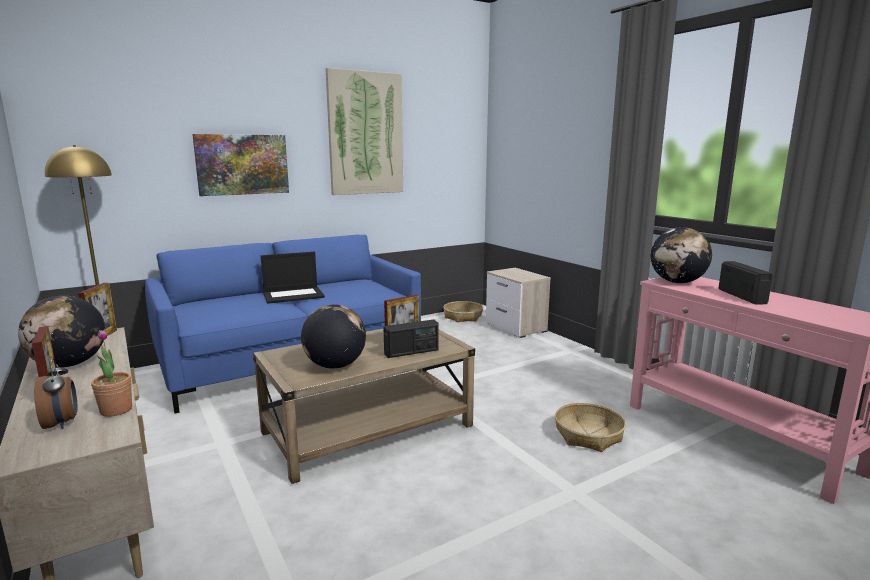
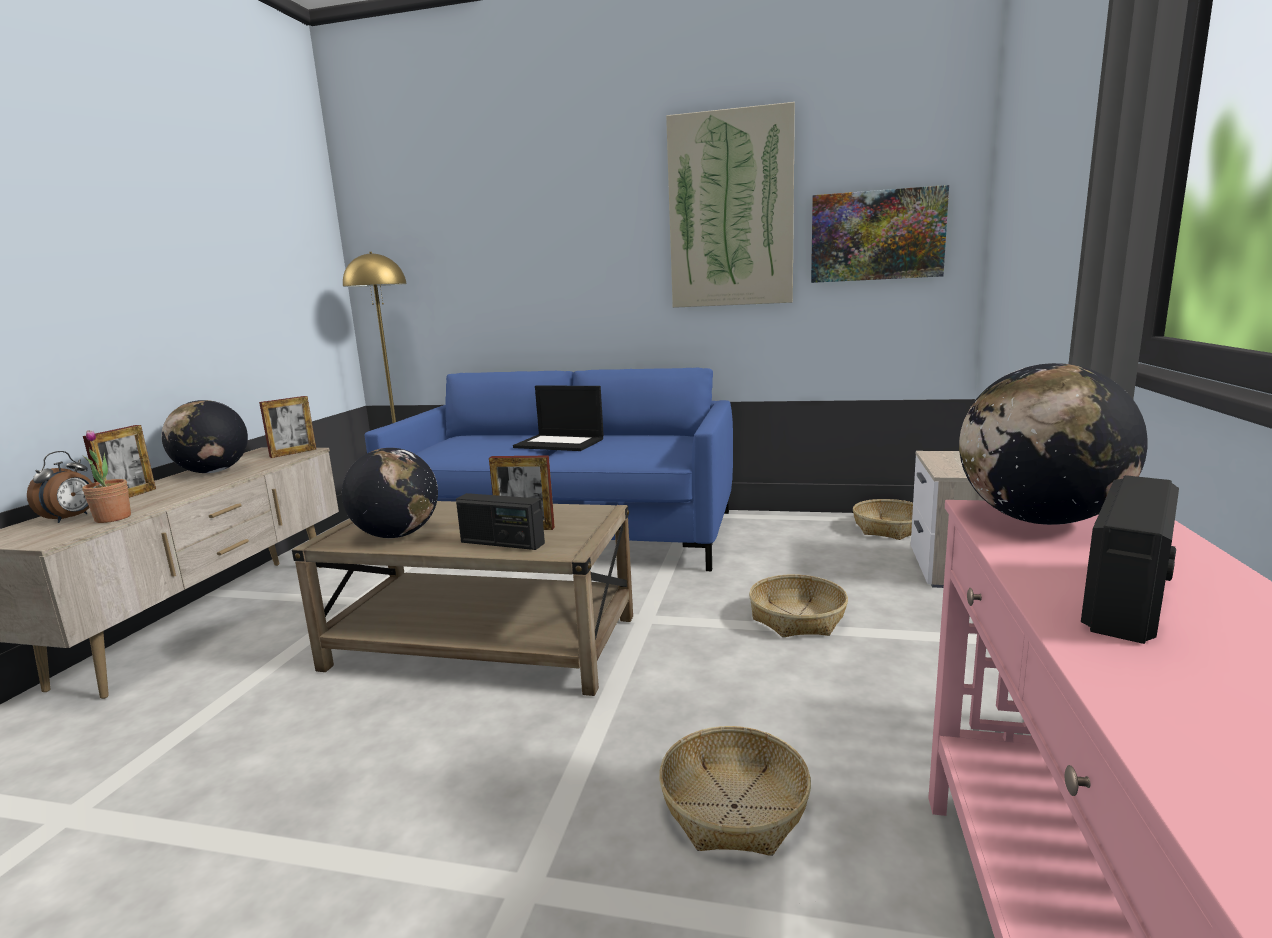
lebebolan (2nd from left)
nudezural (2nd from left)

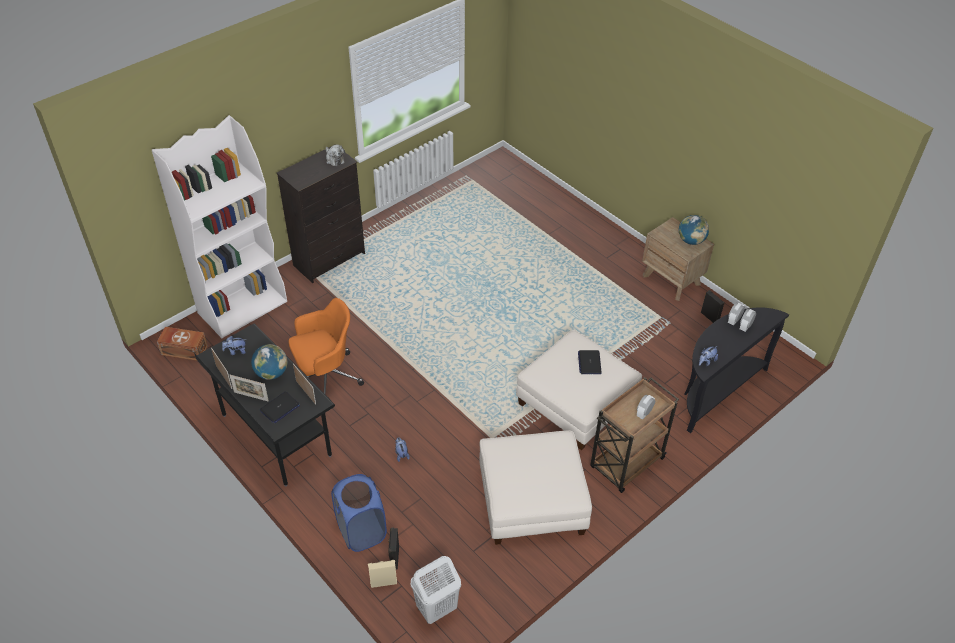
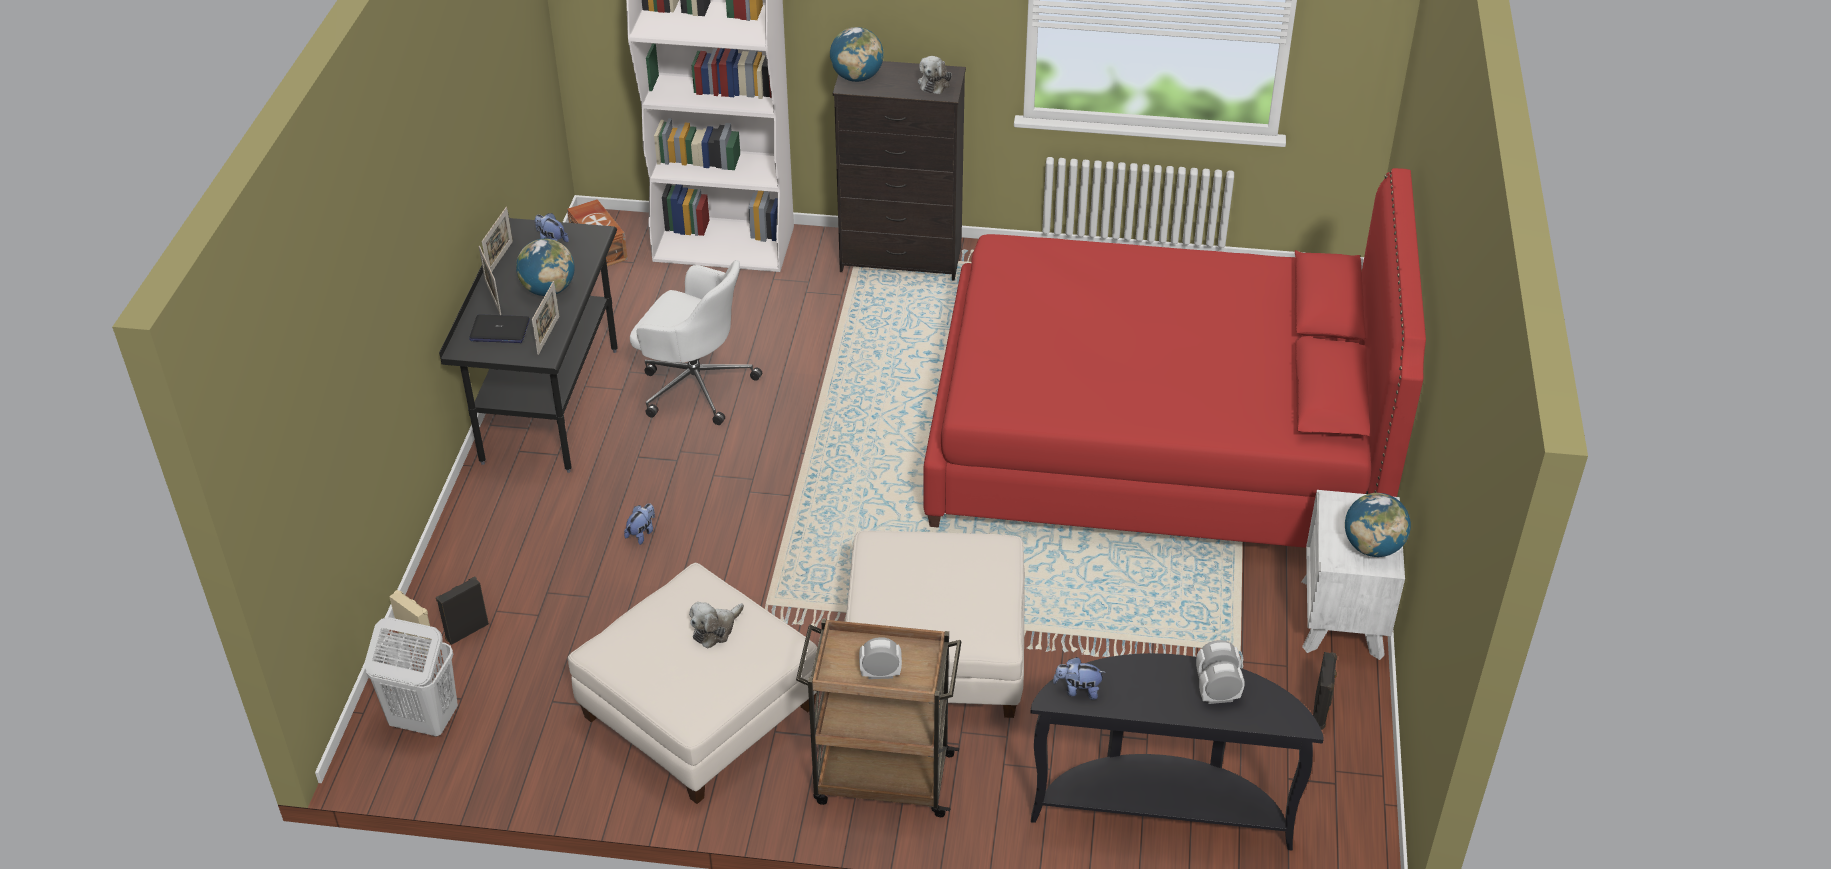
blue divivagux
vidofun (2nd from left in the first image)
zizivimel (3rd from left)
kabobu (2nd from left)
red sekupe
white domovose
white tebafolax

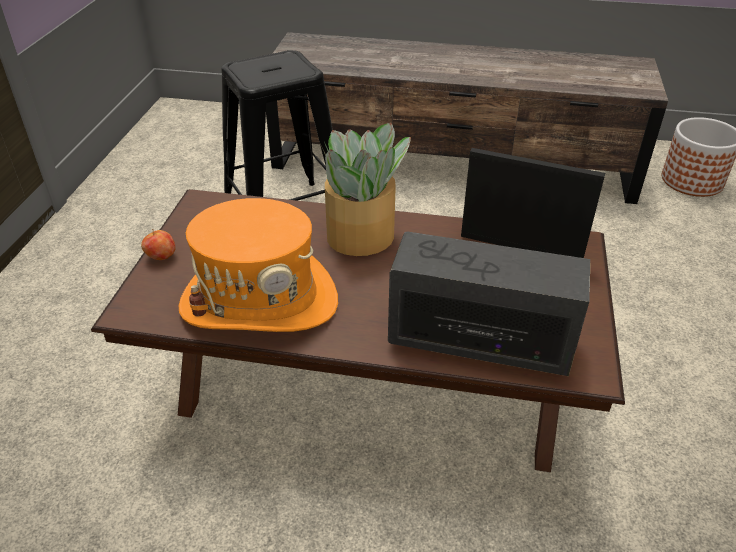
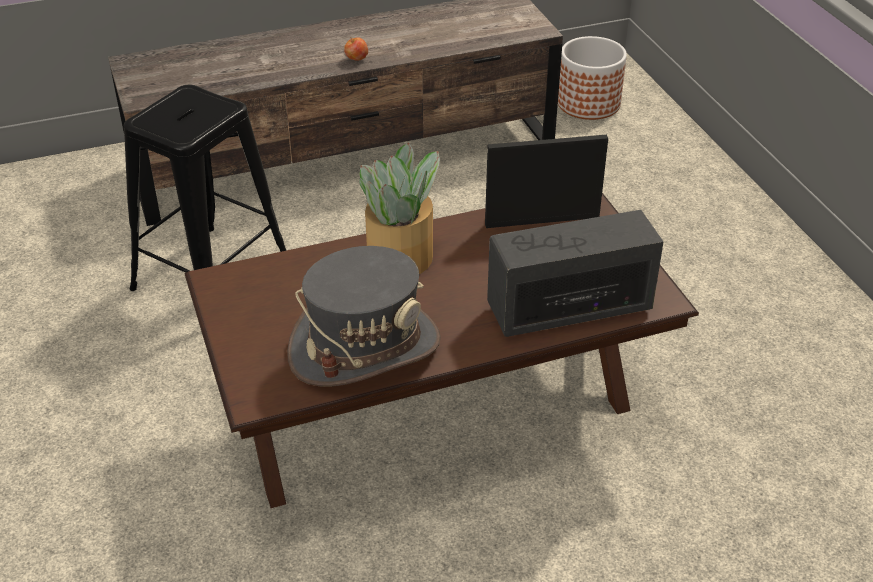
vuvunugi
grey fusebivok

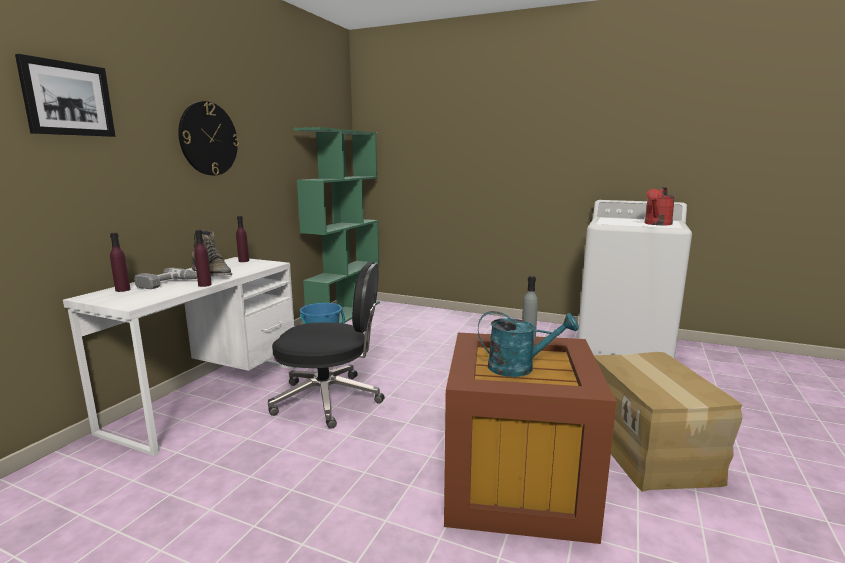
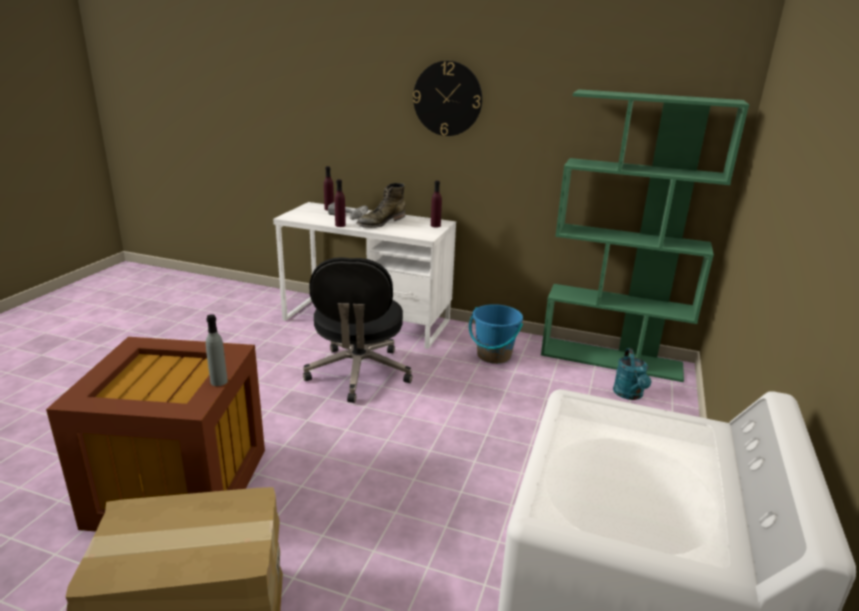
nudezural
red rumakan
turquoise rumakan

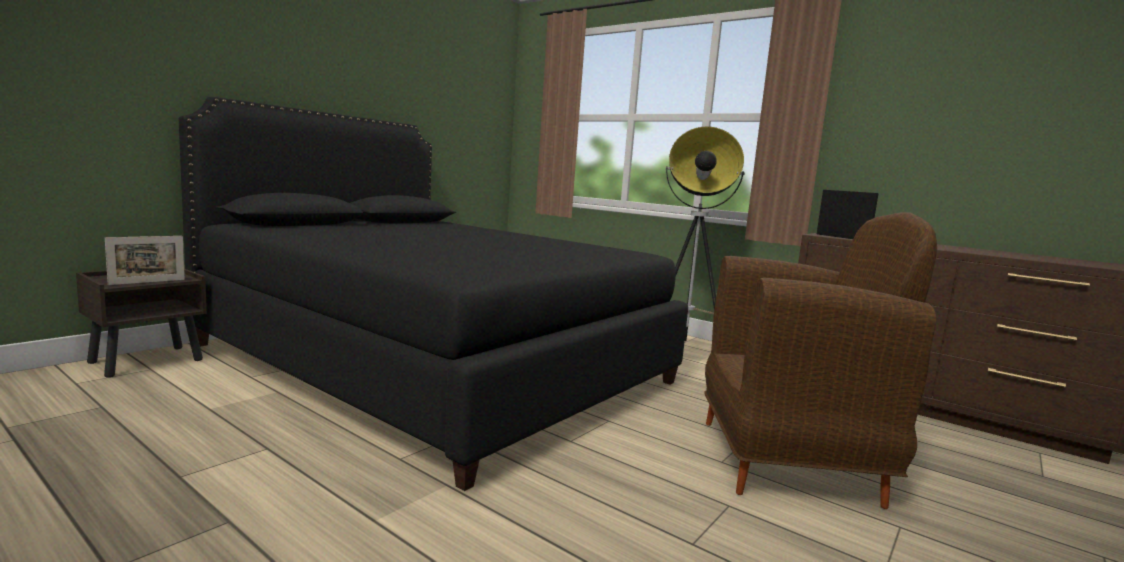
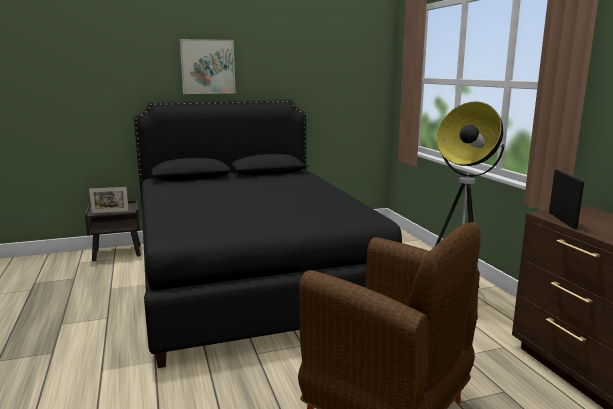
nudezural

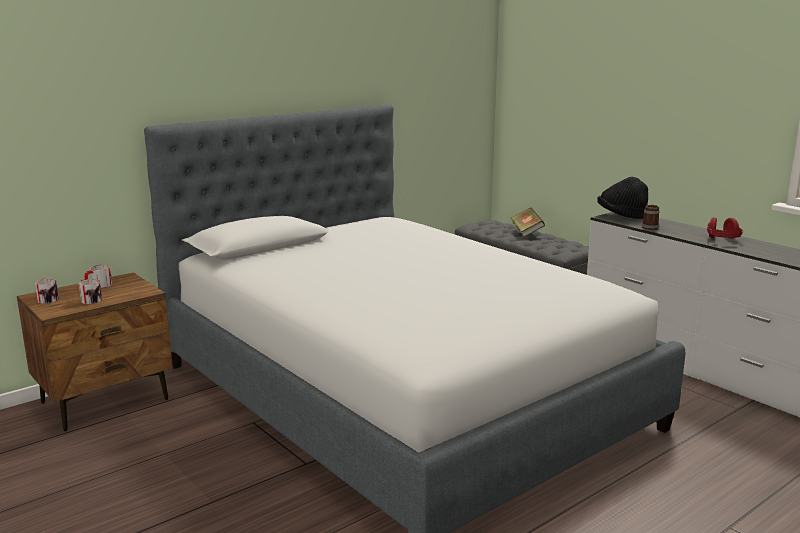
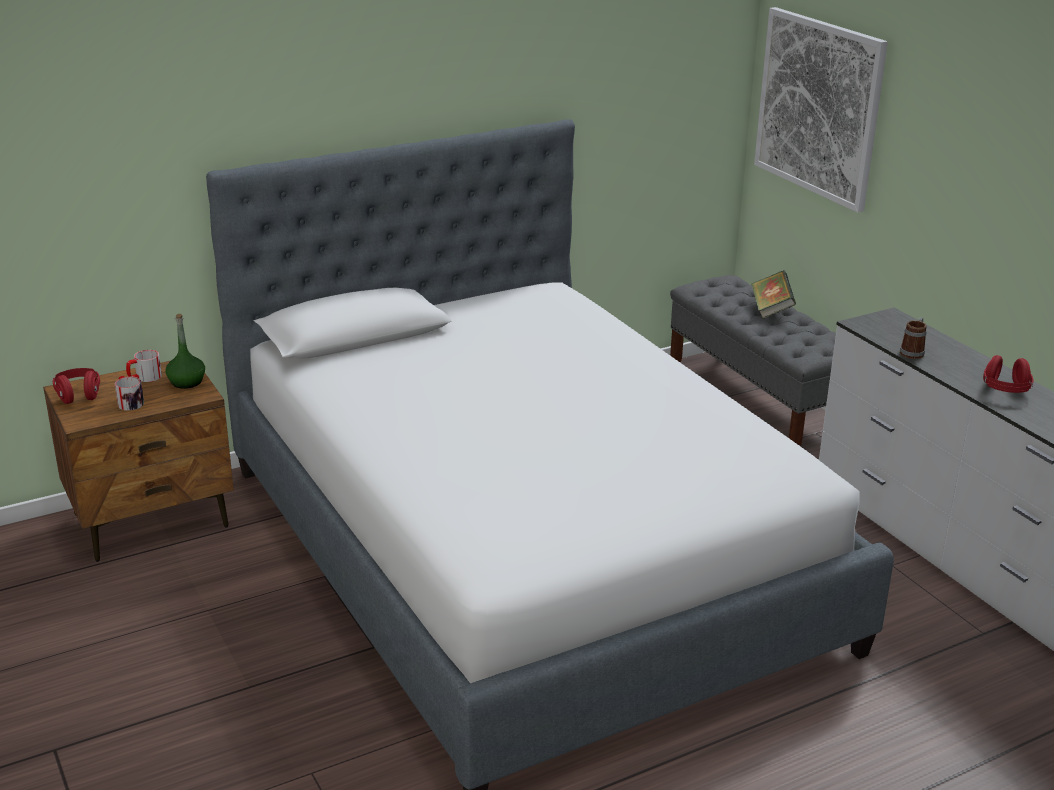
black fusebivok
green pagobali
nudezural
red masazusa (1st from left)

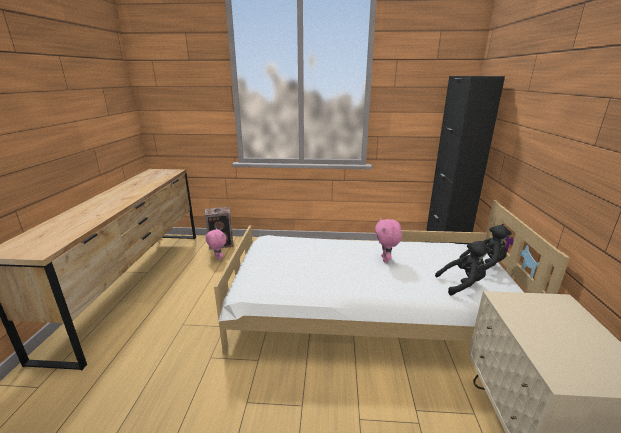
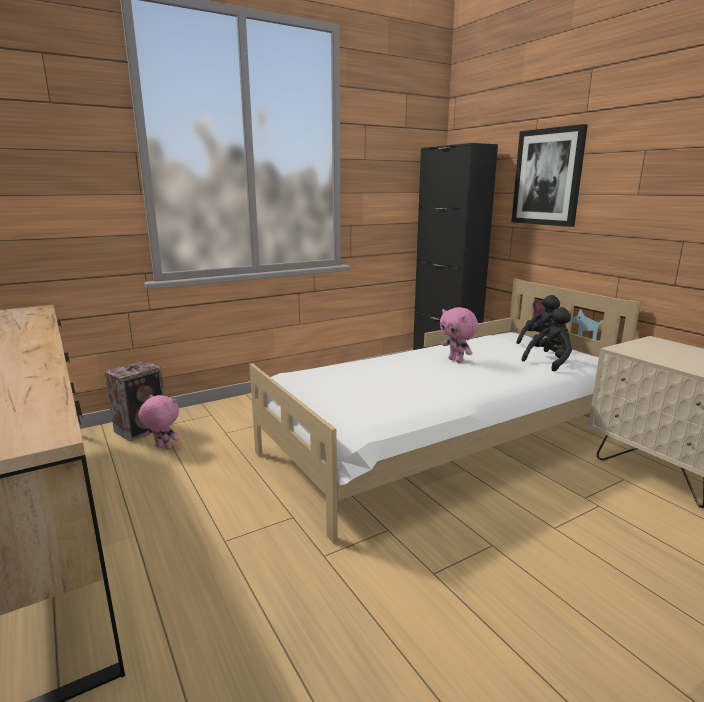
nudezural

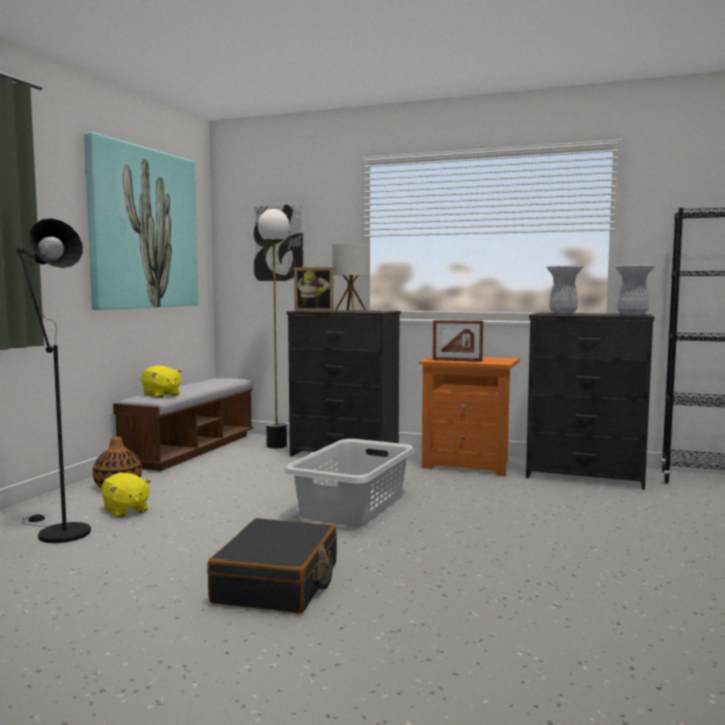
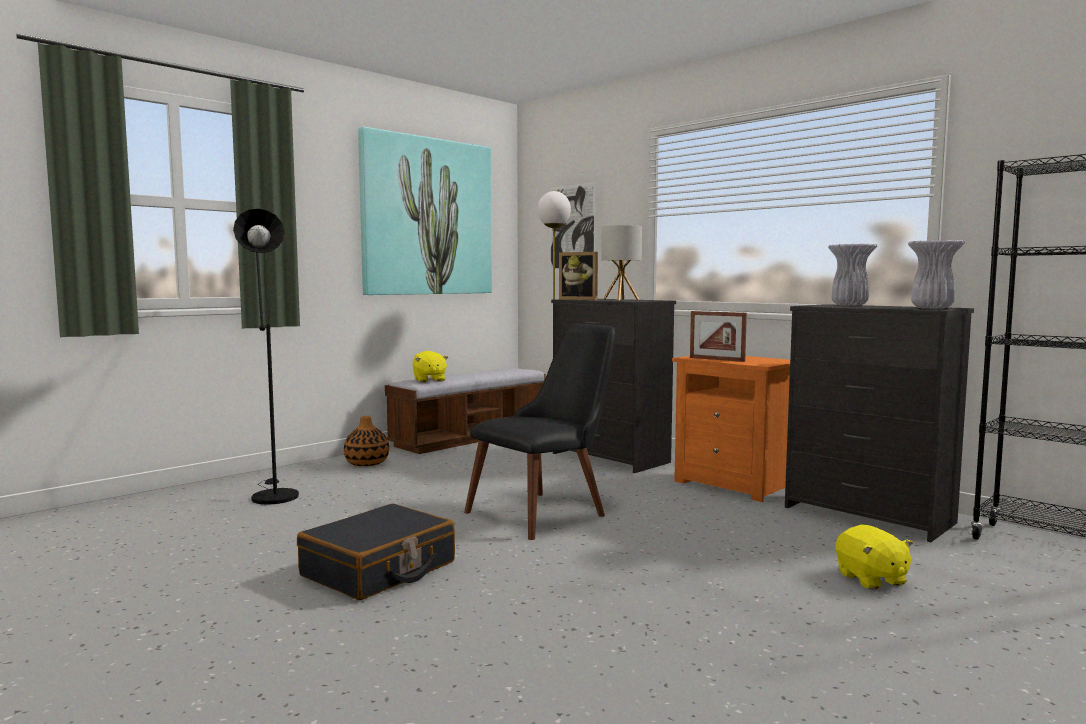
yellow zizivimel (2nd from left)
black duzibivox

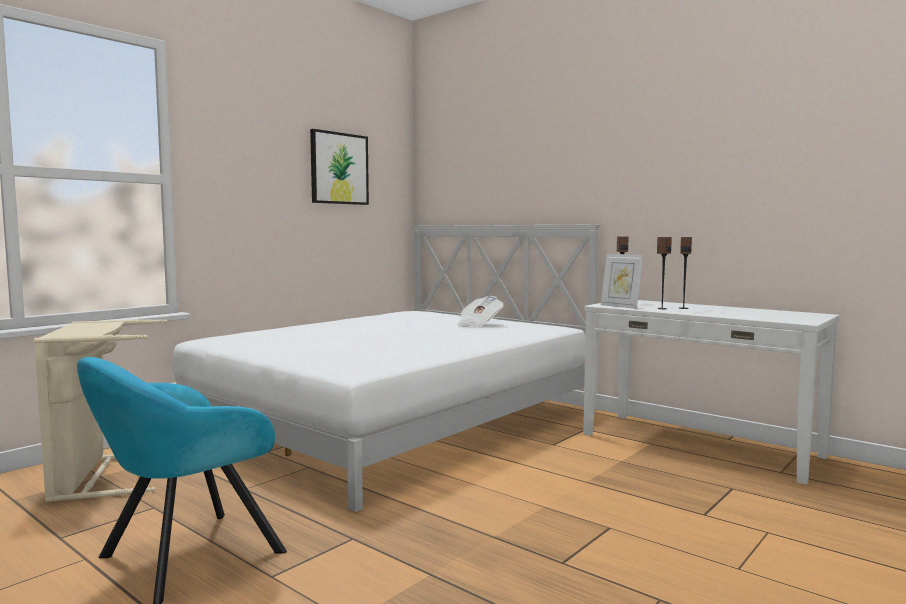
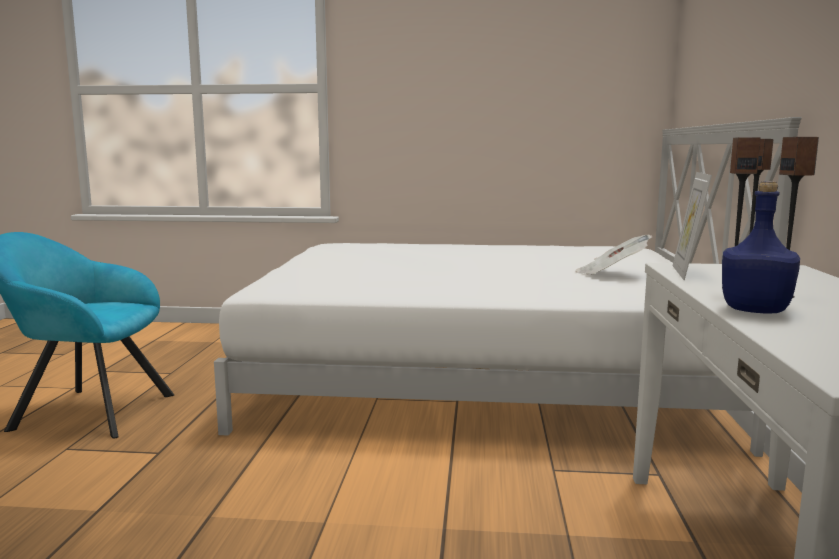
beige divivagux
nudezural
blue pagobali

